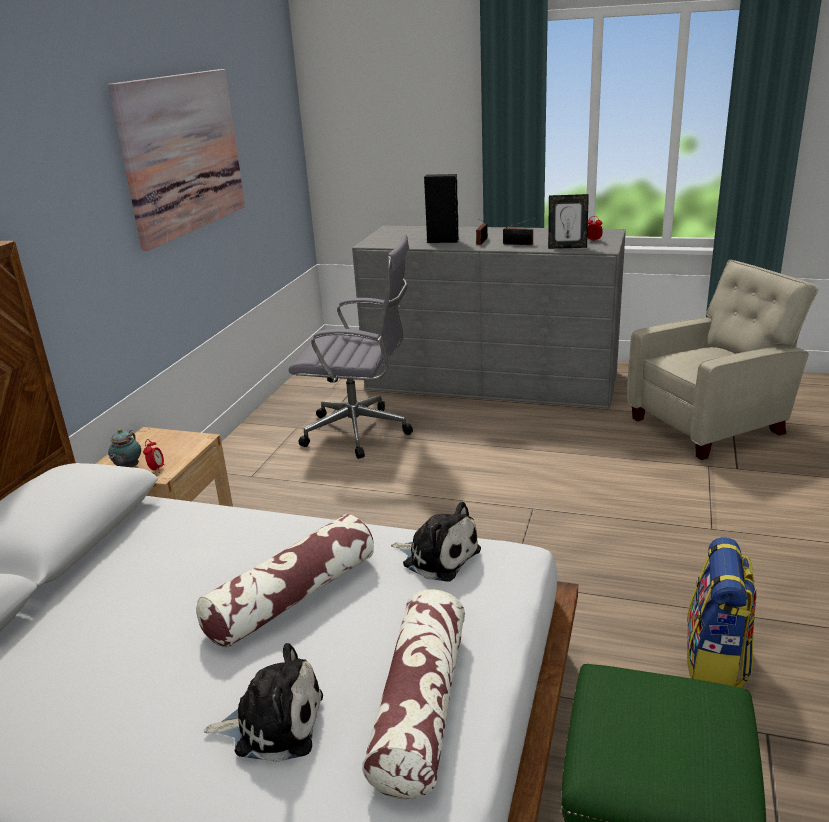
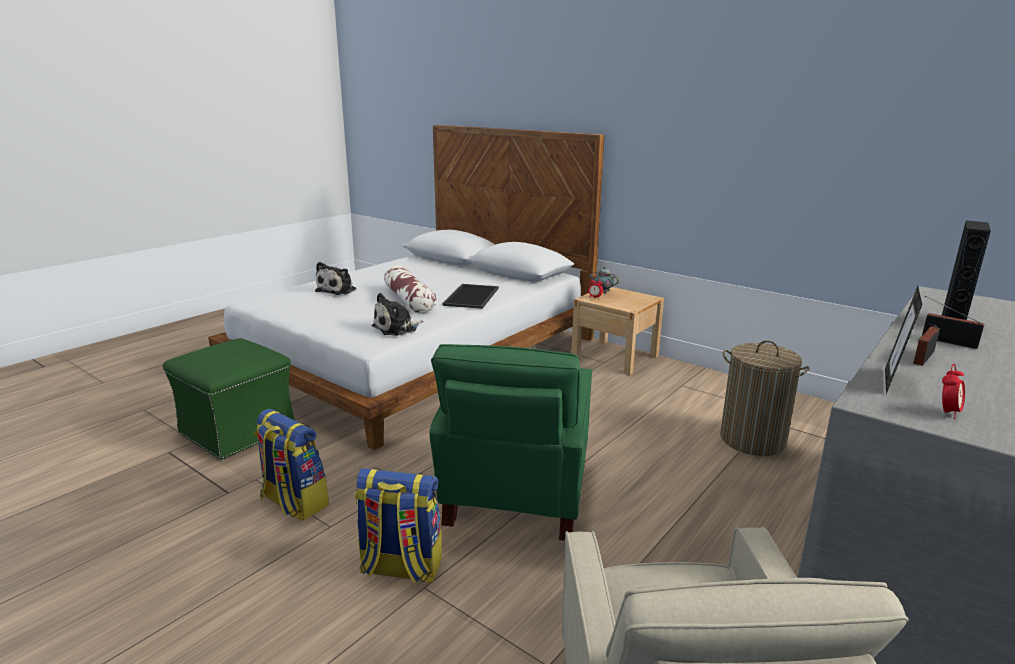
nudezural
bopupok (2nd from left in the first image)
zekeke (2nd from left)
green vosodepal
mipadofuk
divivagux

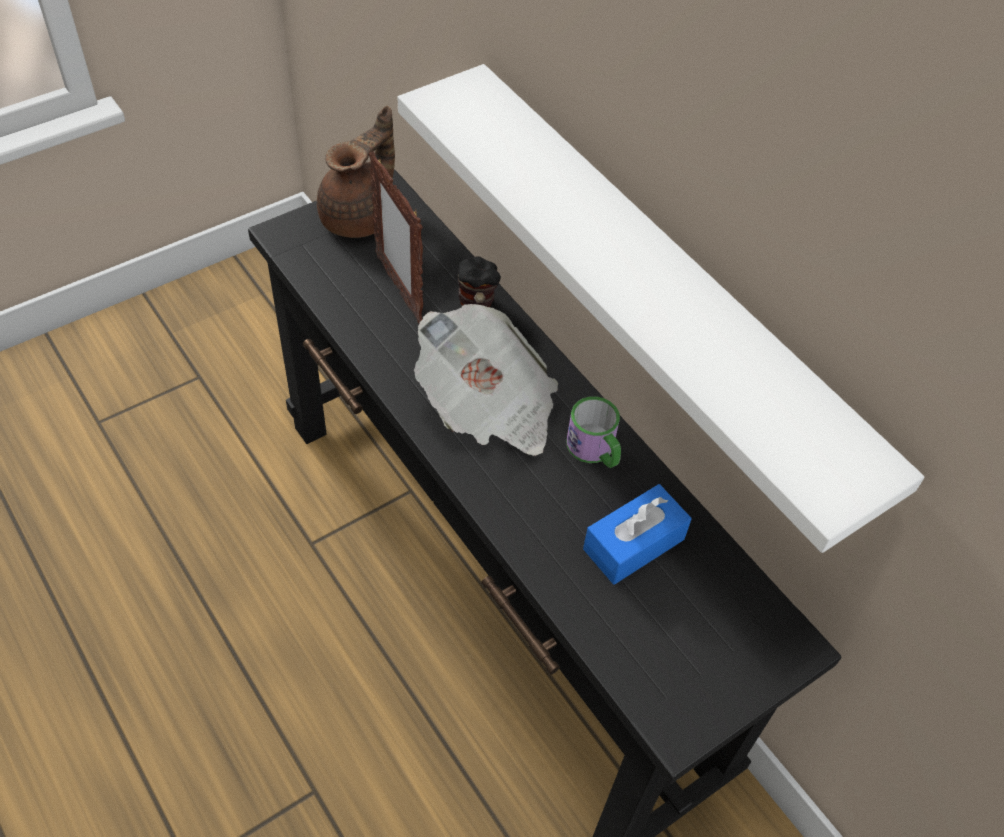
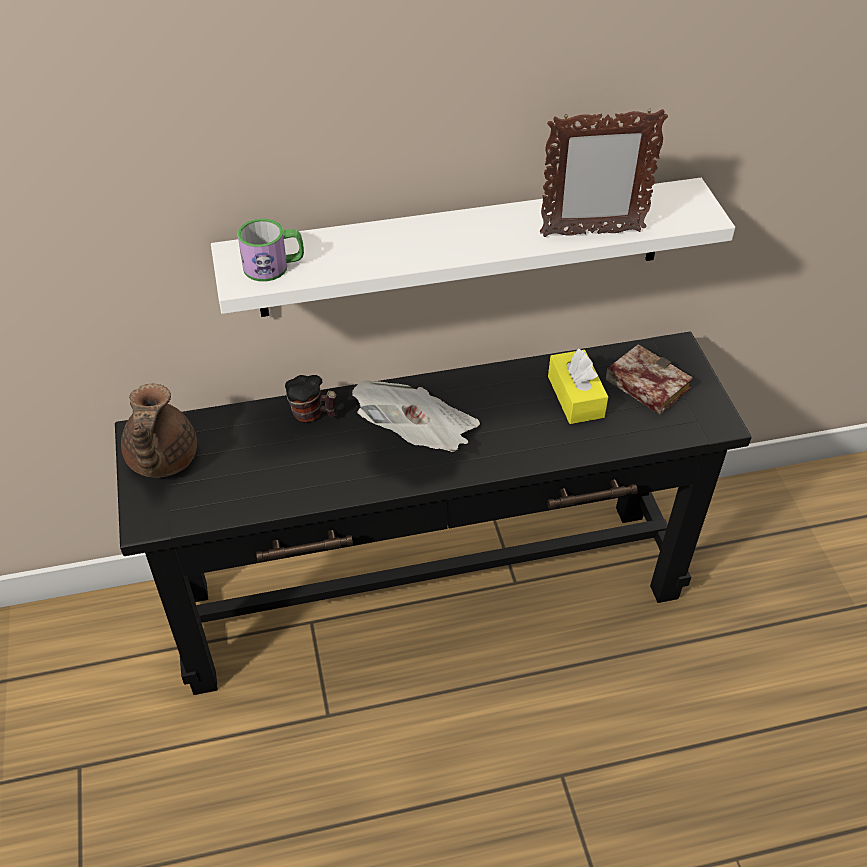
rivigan
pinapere
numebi (1st from left)
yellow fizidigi
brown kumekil

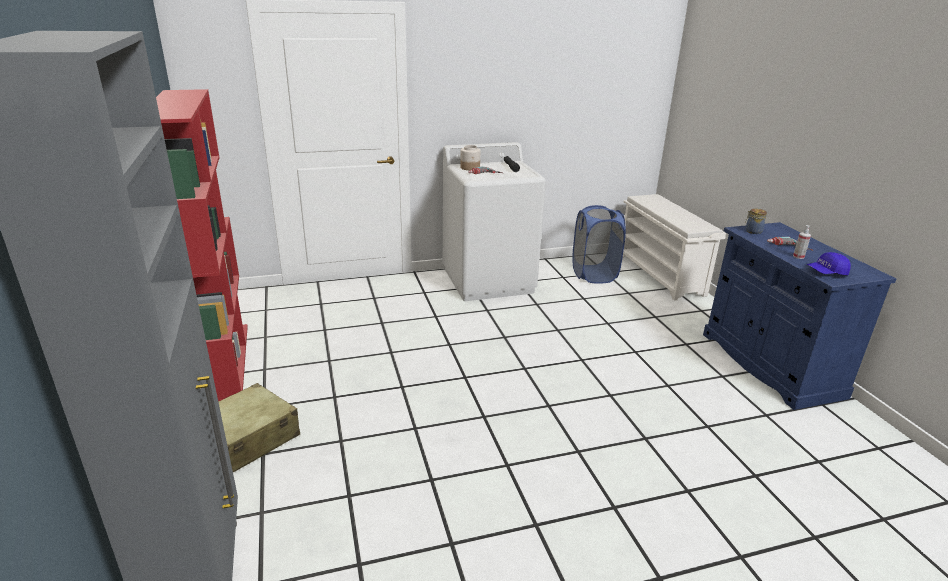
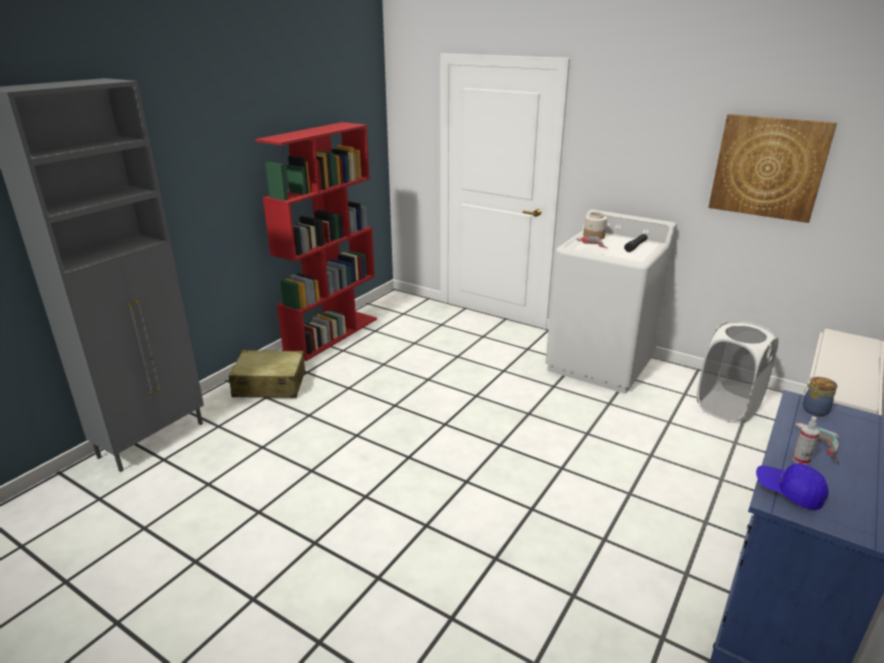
nudezural
white divivagux

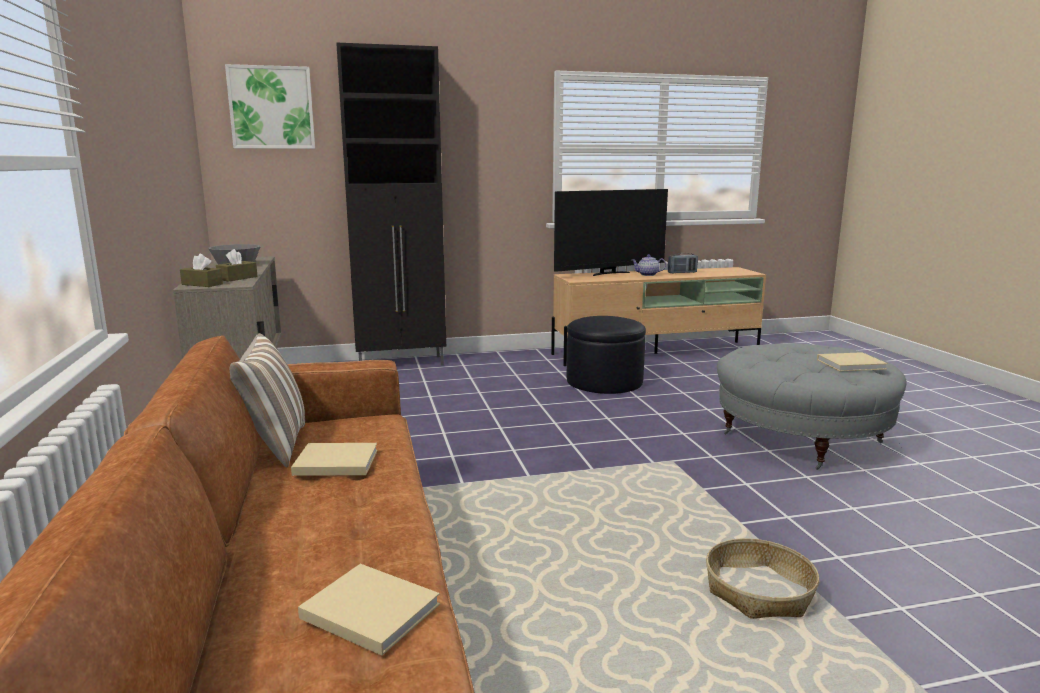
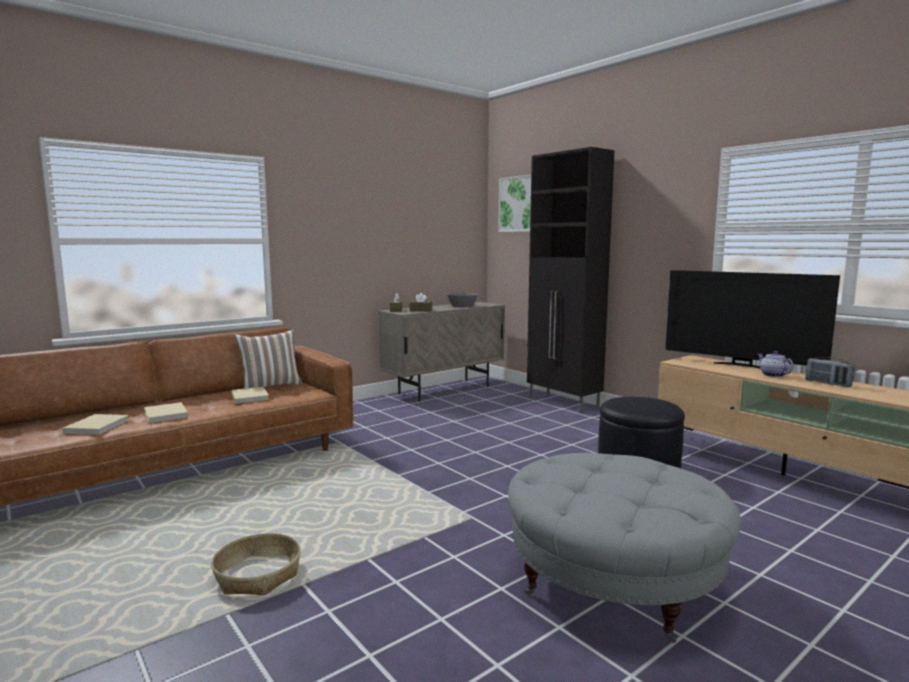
beige rivigan (2nd from left)

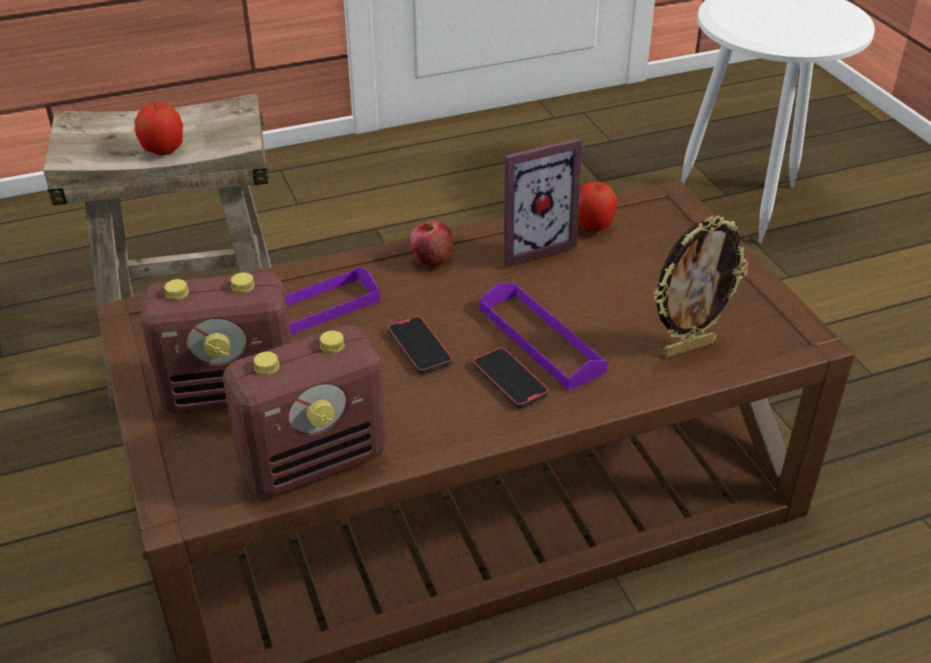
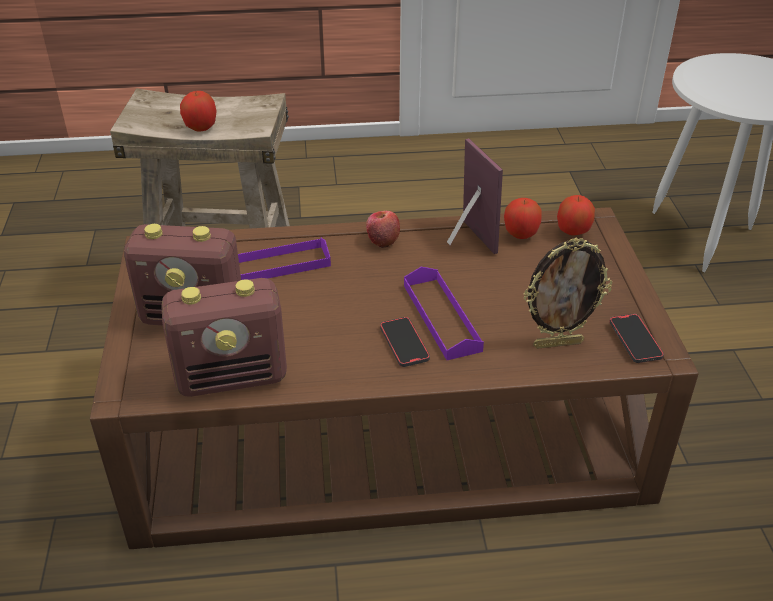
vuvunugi (4th from left)
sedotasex (2nd from left)
pinapere (1st from left)

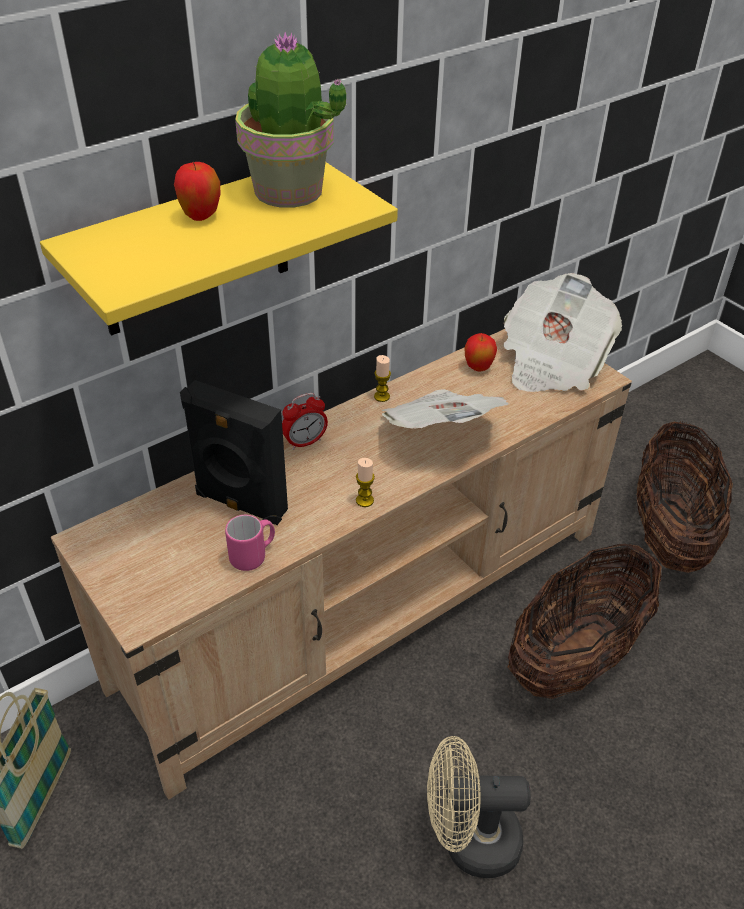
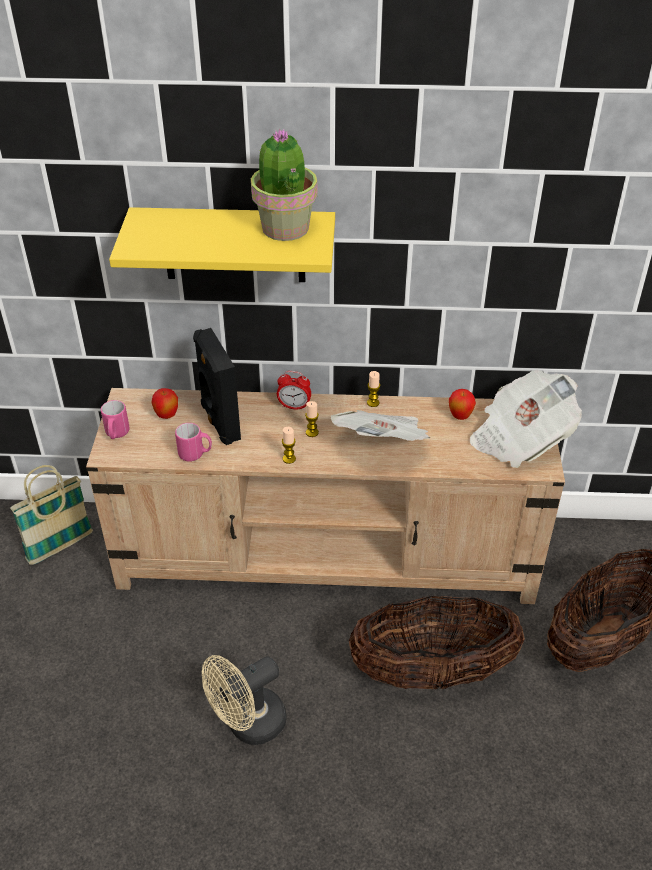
pink numebi (1st from left)
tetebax (2nd from left)
vuvunugi (1st from left)
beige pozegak

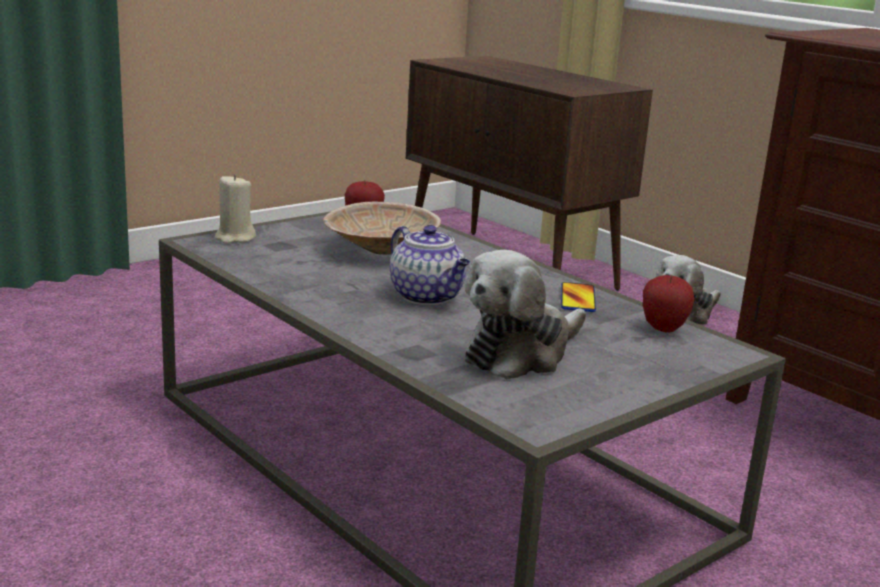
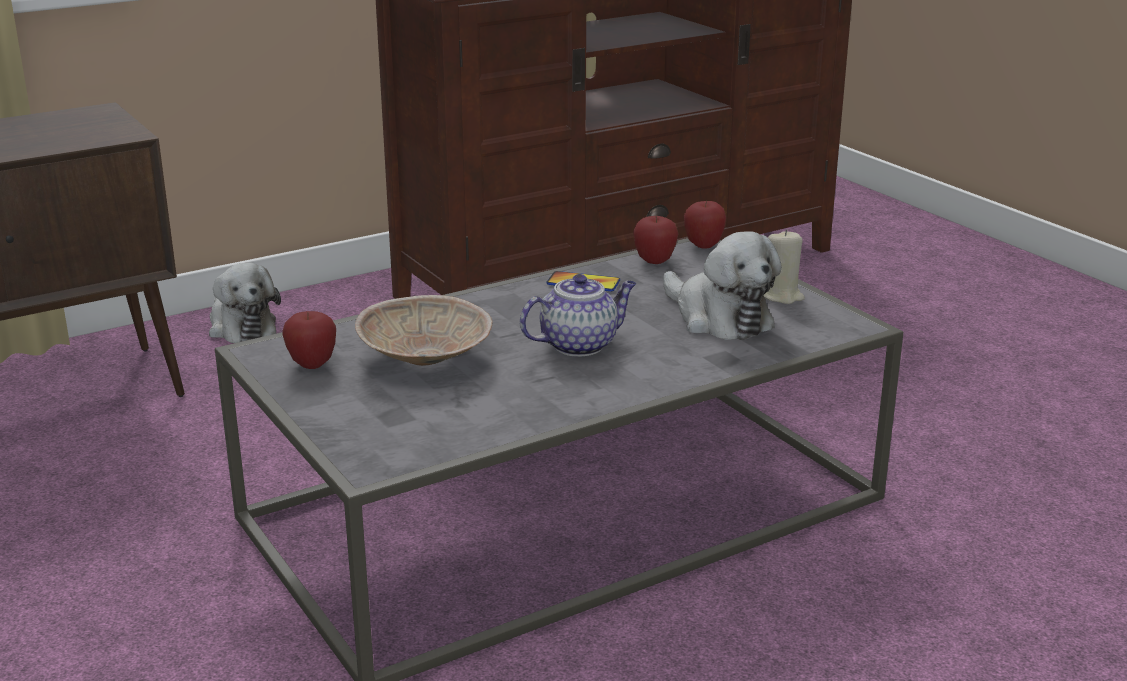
vuvunugi (3rd from left)
beige tetebax

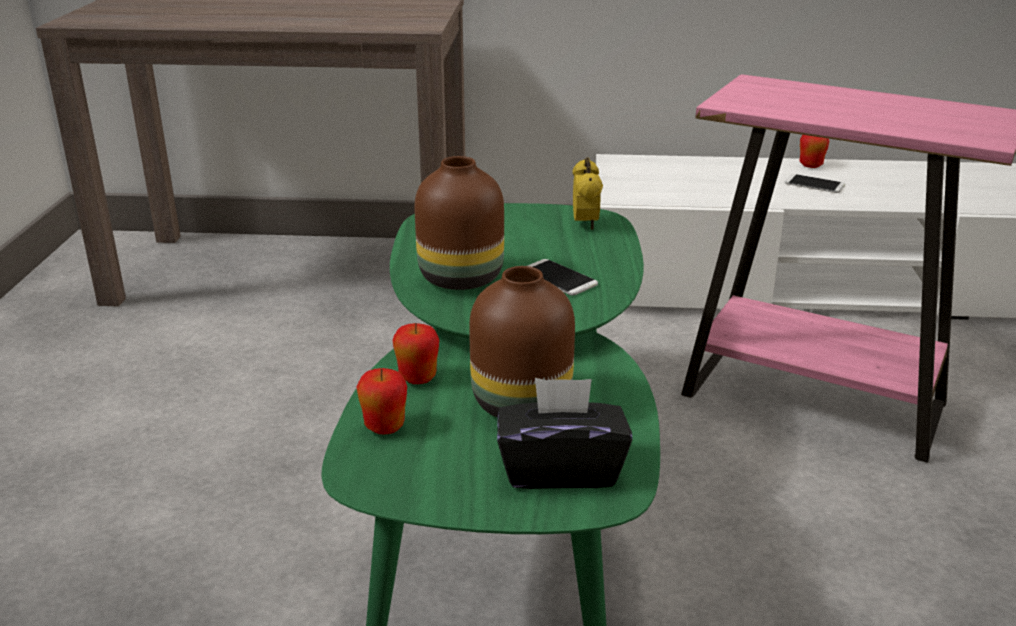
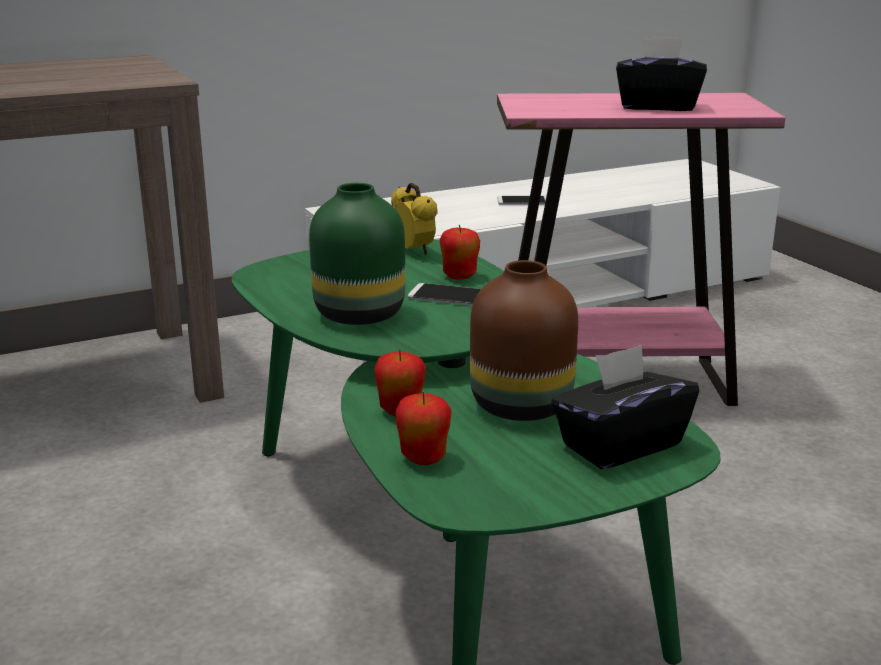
black fizidigi (2nd from left)
vuvunugi (3rd from left)
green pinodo

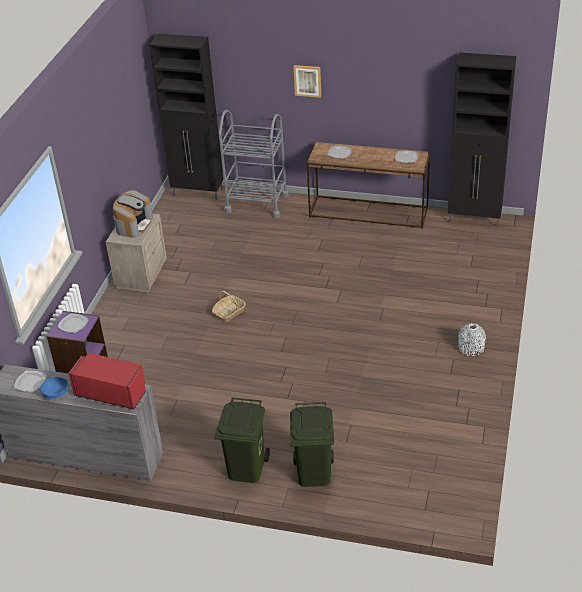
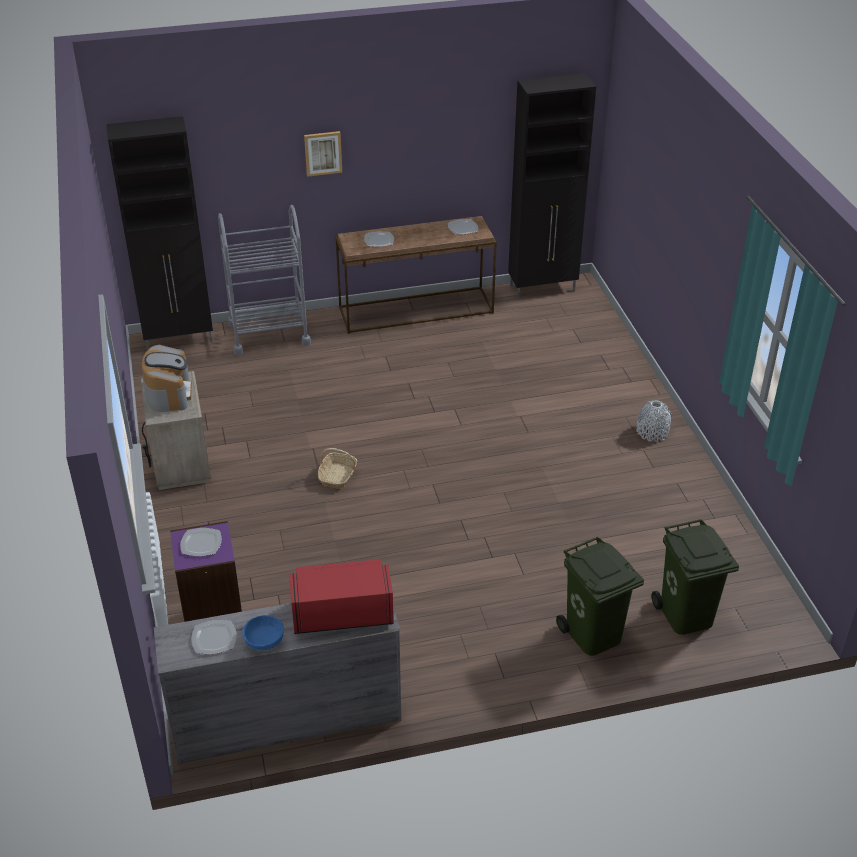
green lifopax (2nd from left)

